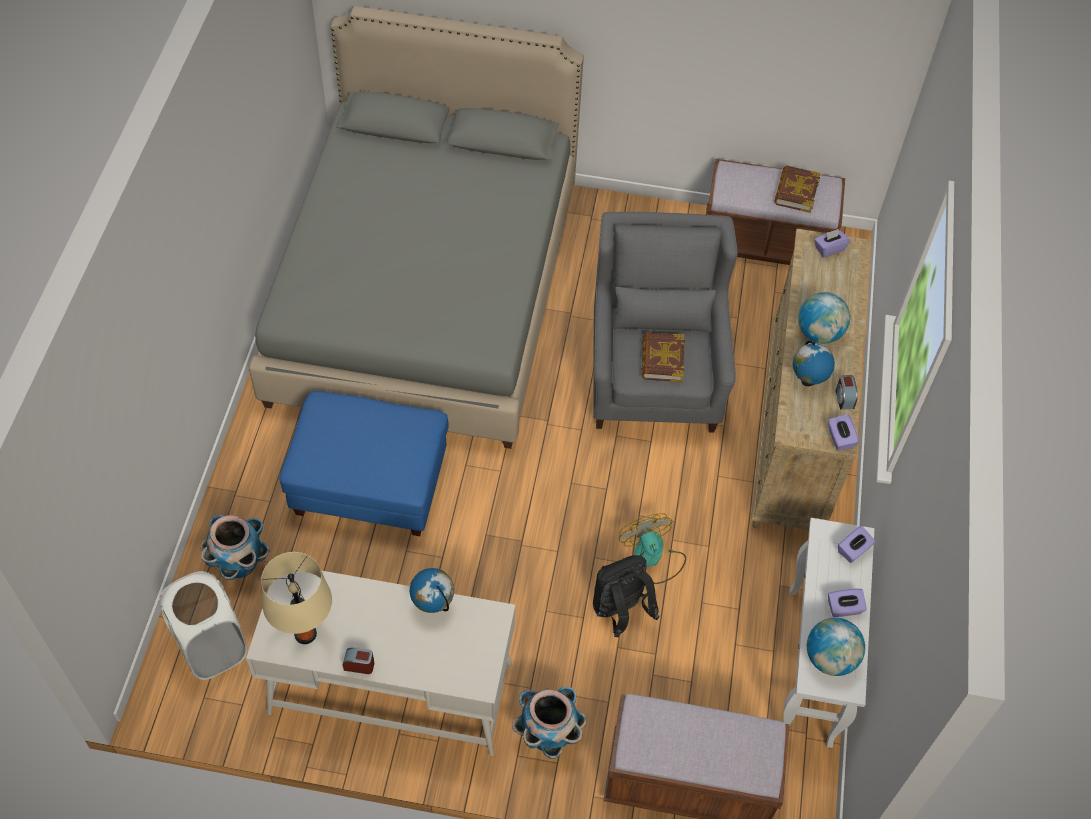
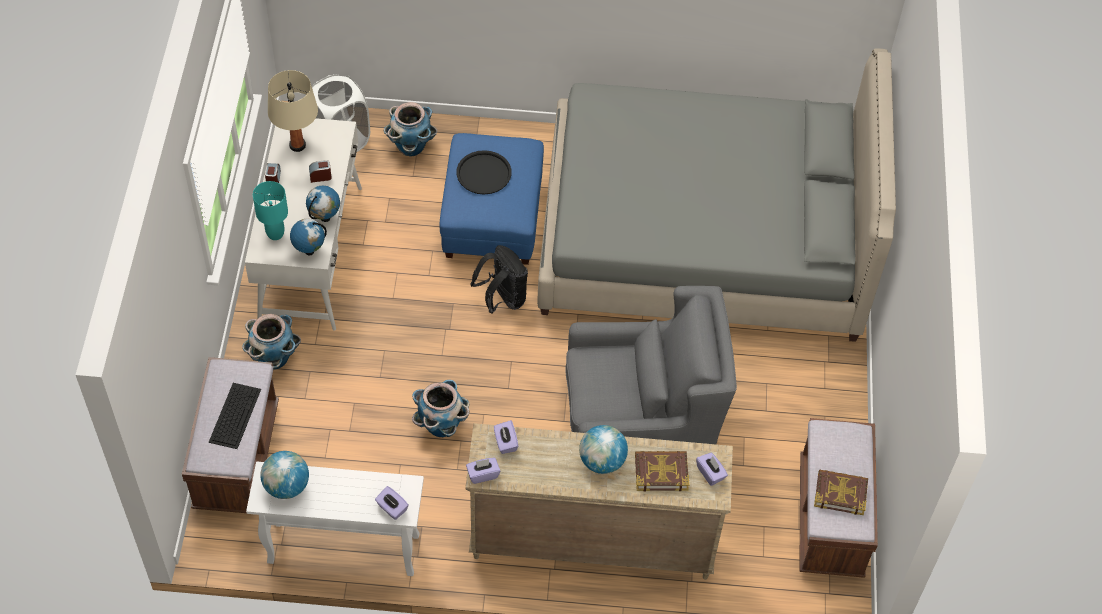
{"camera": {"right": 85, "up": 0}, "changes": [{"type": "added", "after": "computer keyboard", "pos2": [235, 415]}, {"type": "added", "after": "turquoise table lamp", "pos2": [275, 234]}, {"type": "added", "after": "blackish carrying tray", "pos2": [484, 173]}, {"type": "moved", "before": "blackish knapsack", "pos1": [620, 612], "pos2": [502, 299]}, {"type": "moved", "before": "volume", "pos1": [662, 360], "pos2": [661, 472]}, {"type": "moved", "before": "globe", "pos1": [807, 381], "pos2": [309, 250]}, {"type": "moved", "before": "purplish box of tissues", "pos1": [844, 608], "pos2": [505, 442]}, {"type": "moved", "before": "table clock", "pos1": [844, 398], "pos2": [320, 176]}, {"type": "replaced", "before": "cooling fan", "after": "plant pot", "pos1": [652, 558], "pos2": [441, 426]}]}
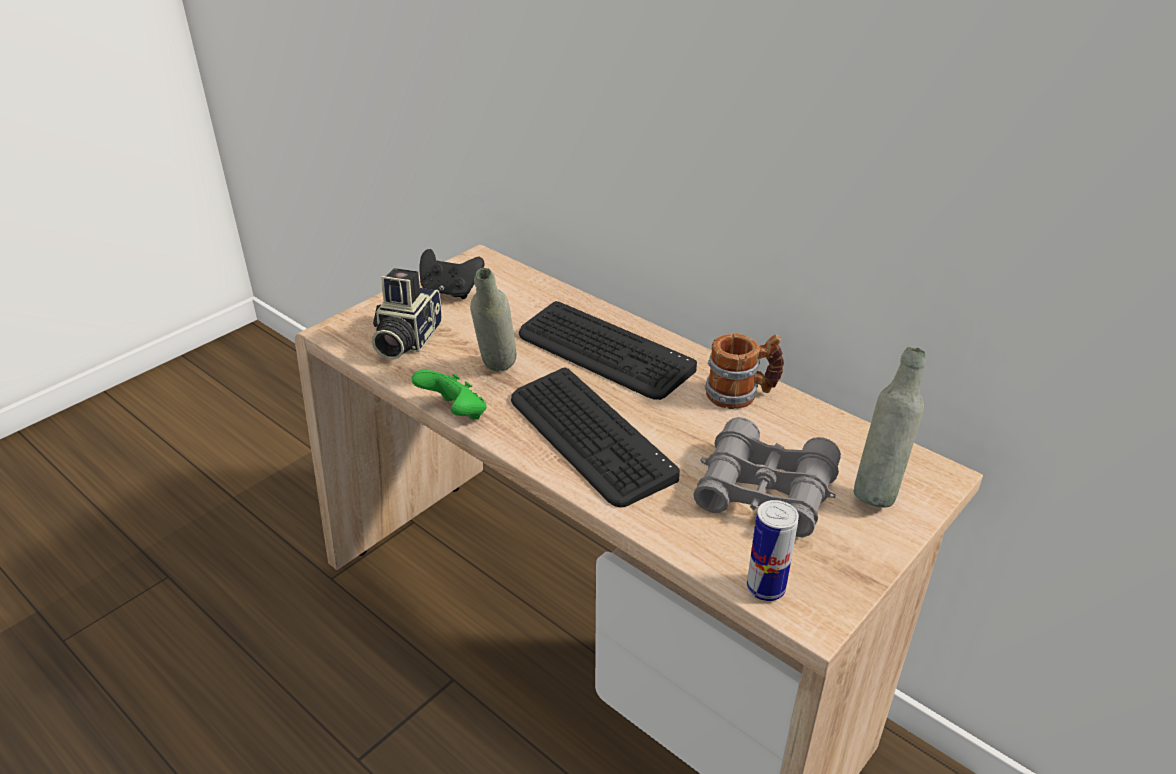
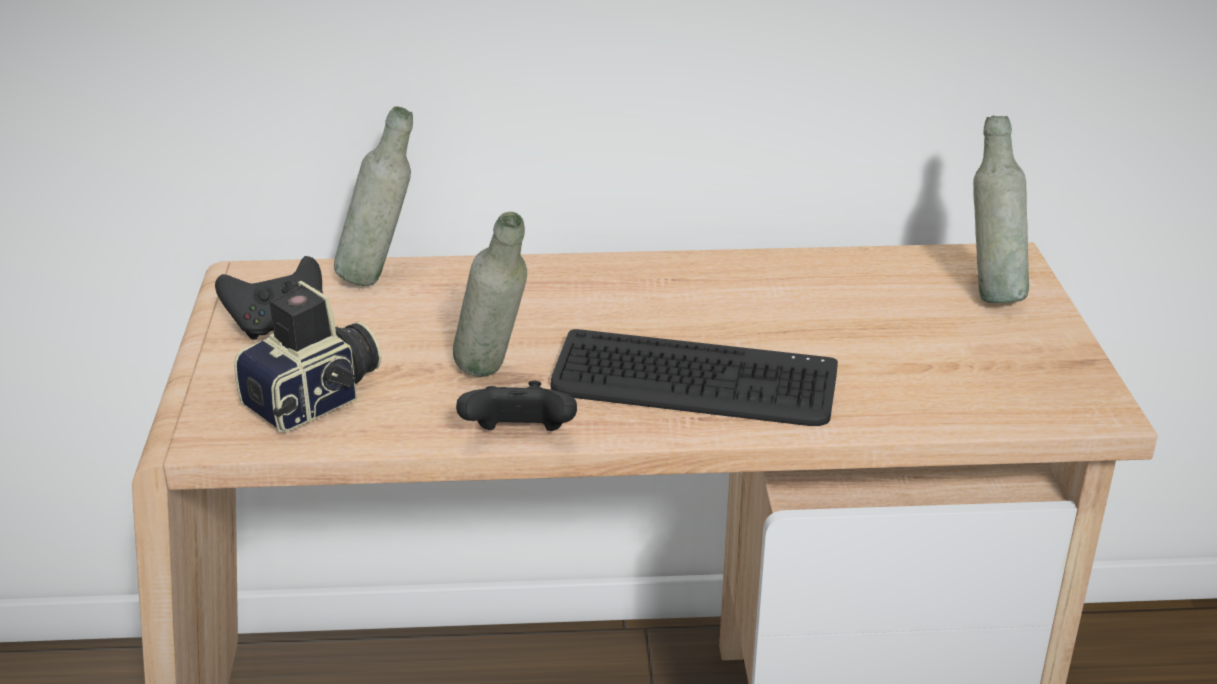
{"camera": {"right": -45, "up": -5}, "changes": [{"type": "removed", "before": "computer keyboard", "pos1": [604, 352]}, {"type": "removed", "before": "greyish field glasses", "pos1": [765, 491]}, {"type": "removed", "before": "tea mug", "pos1": [741, 394]}, {"type": "removed", "before": "sealed can", "pos1": [765, 588]}, {"type": "added", "after": "greyish beverage bottle", "pos2": [380, 277]}, {"type": "recoloured", "before": "green-coloured joypad", "after": "blackish joypad", "pos1": [455, 414], "pos2": [519, 439]}, {"type": "turned", "before": "photo camera", "pos1": [405, 340], "pos2": [317, 400], "turn": -105}]}
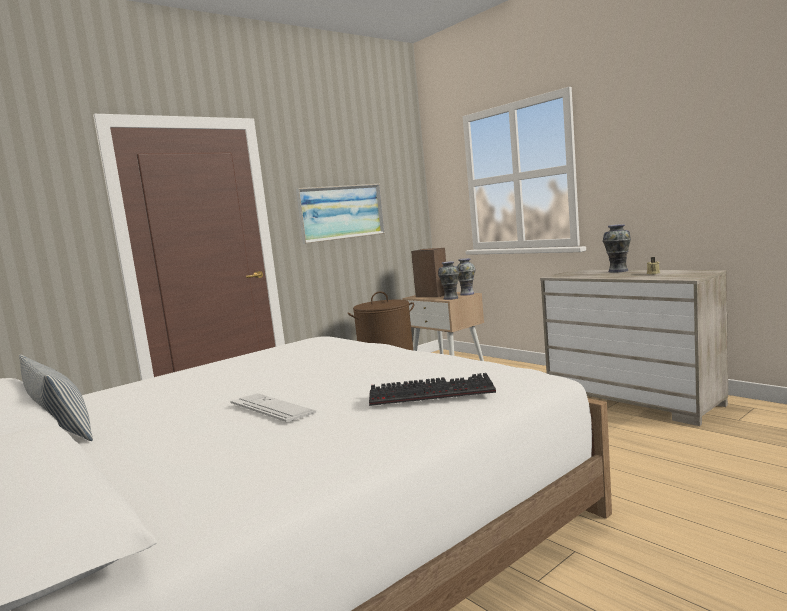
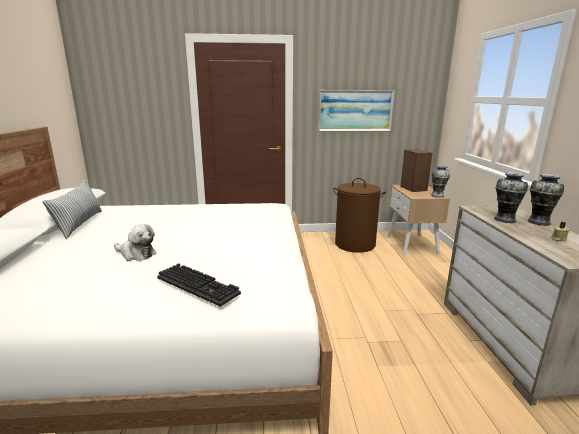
{"camera": {"right": 35, "up": 10}, "changes": [{"type": "moved", "before": "vase", "pos1": [451, 298], "pos2": [504, 220]}, {"type": "replaced", "before": "computer keyboard", "after": "cuddly toy", "pos1": [271, 408], "pos2": [136, 254]}]}
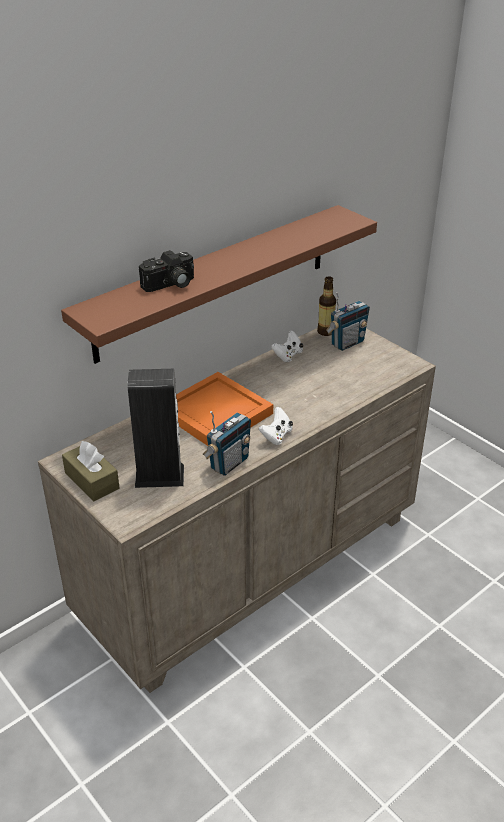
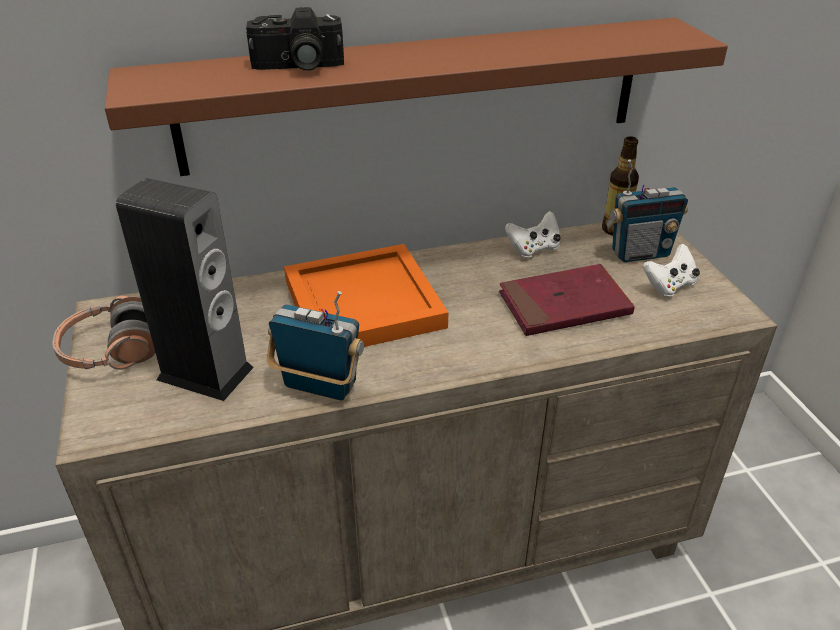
{"camera": {"right": 25, "up": 0}, "changes": [{"type": "added", "after": "red volume", "pos2": [564, 305]}, {"type": "moved", "before": "whitish joypad", "pos1": [276, 436], "pos2": [669, 286]}, {"type": "replaced", "before": "brown-coloured box of tissues", "after": "pair of headphones", "pos1": [92, 480], "pos2": [112, 350]}, {"type": "turned", "before": "radio", "pos1": [229, 463], "pos2": [319, 386], "turn": -135}]}
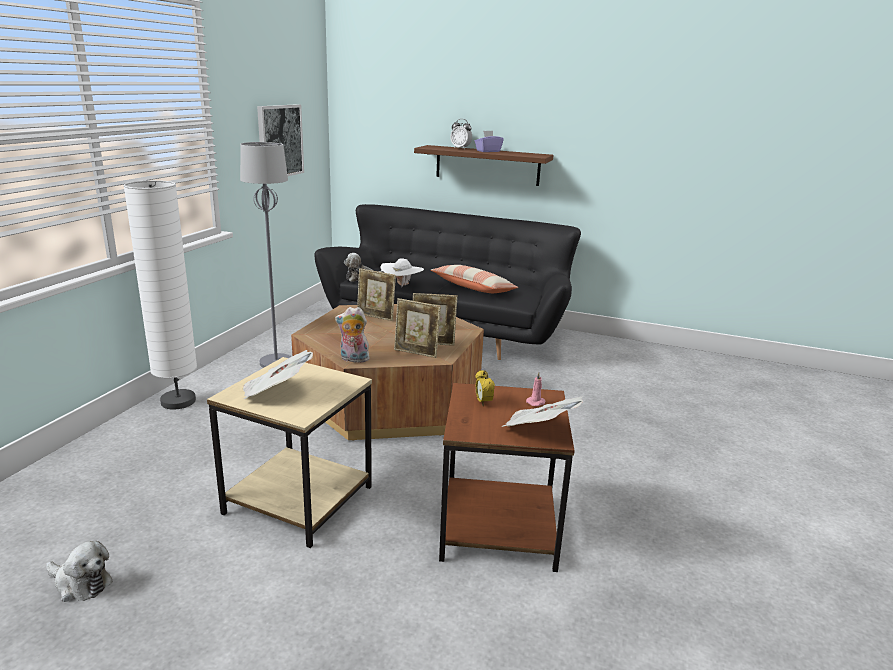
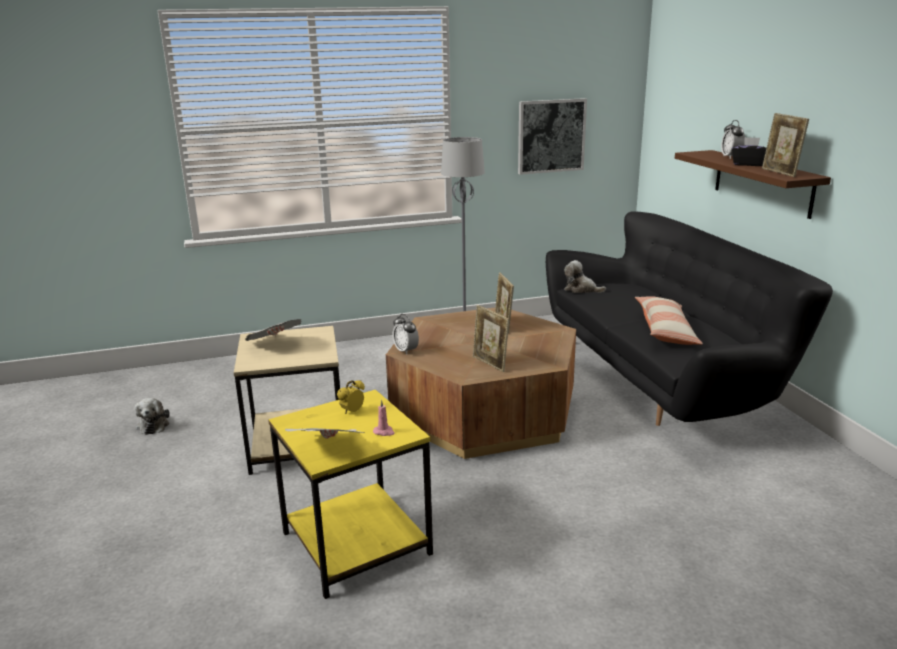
{"camera": {"right": 55, "up": 0}, "changes": [{"type": "removed", "before": "whitish floor lamp", "pos1": [178, 401]}, {"type": "removed", "before": "whitish hat", "pos1": [402, 285]}, {"type": "moved", "before": "picture frame", "pos1": [416, 353], "pos2": [780, 173]}, {"type": "replaced", "before": "cuddly toy", "after": "table clock", "pos1": [353, 359], "pos2": [406, 351]}, {"type": "recoloured", "before": "brown-coloured side table", "after": "yellow side table", "pos1": [497, 527], "pos2": [357, 541]}, {"type": "recoloured", "before": "purplish box of tissues", "after": "blackish box of tissues", "pos1": [488, 151], "pos2": [748, 164]}]}
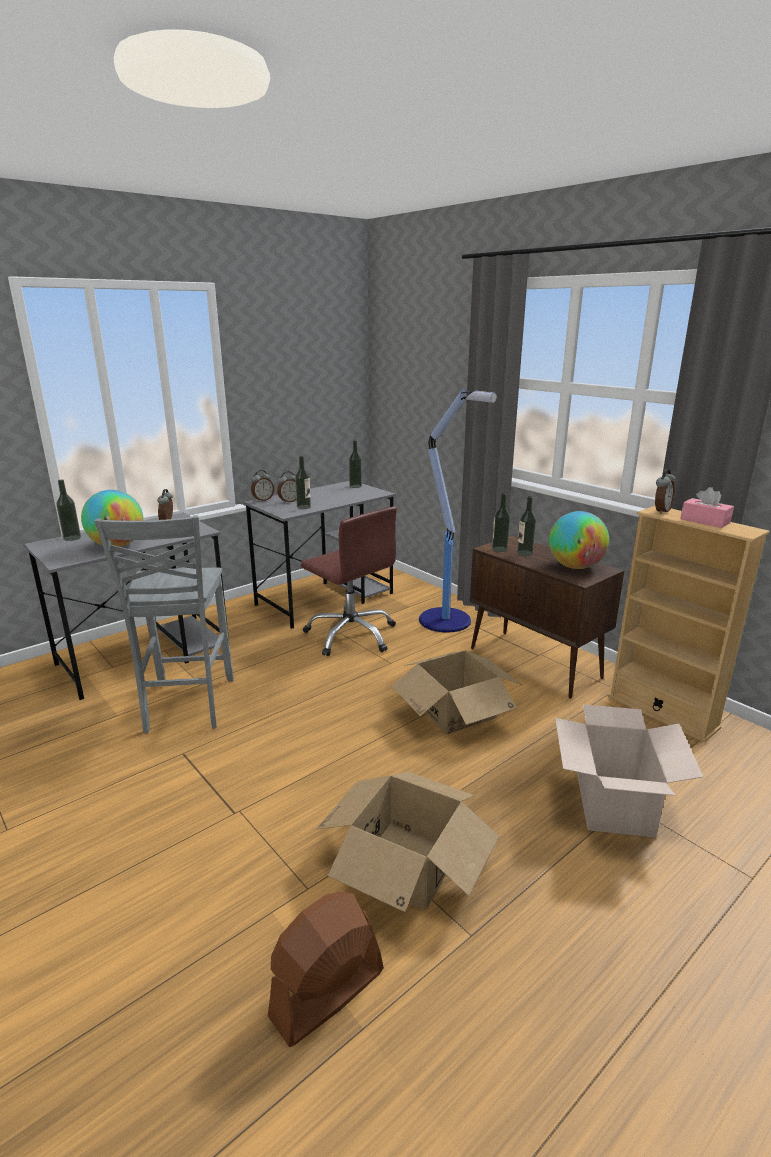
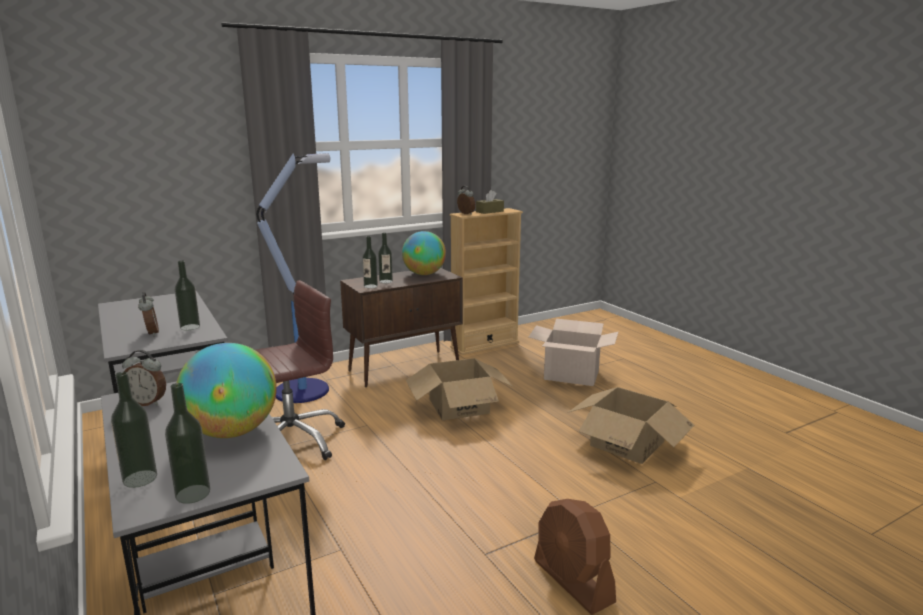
{"camera": {"right": -80, "up": -5}, "changes": [{"type": "removed", "before": "greyish chair", "pos1": [187, 706]}, {"type": "removed", "before": "table clock", "pos1": [263, 500]}, {"type": "moved", "before": "brown-coloured cooling fan", "pos1": [327, 993], "pos2": [573, 581]}, {"type": "moved", "before": "beverage bottle", "pos1": [355, 486], "pos2": [193, 494]}, {"type": "recoloured", "before": "pink box of tissues", "after": "brown-coloured box of tissues", "pos1": [705, 521], "pos2": [489, 211]}]}
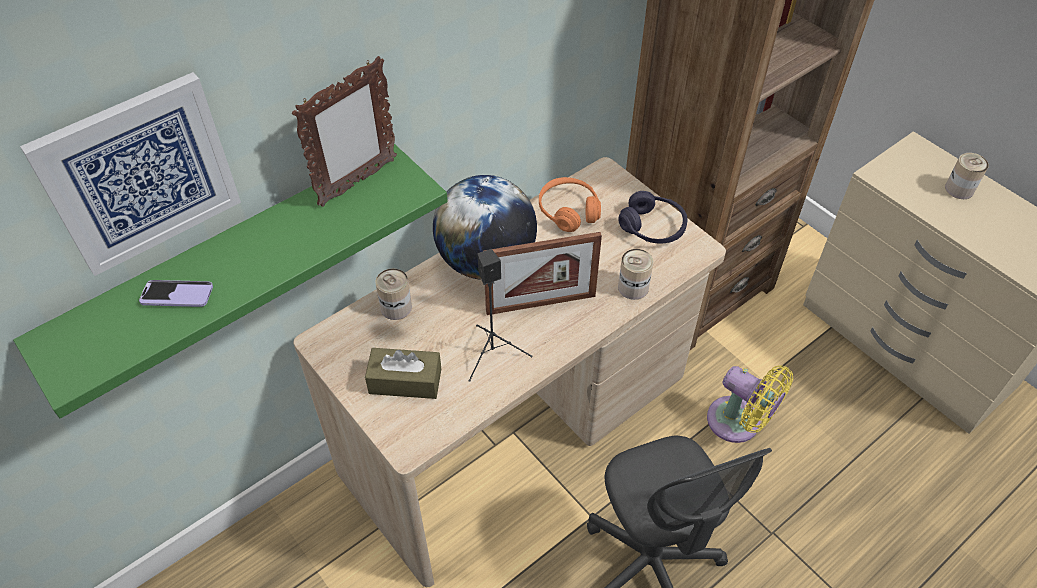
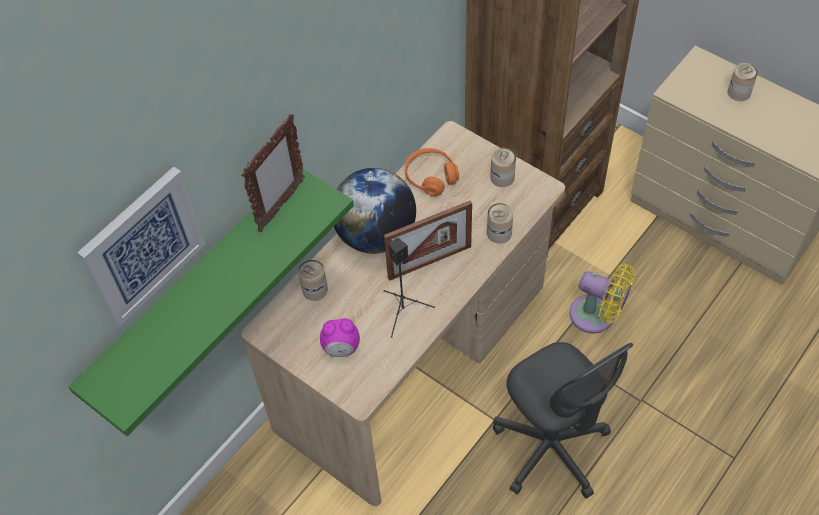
{"camera": {"right": -10, "up": 5}, "changes": [{"type": "removed", "before": "telephone", "pos1": [177, 295]}, {"type": "replaced", "before": "brown-coloured box of tissues", "after": "table clock", "pos1": [405, 381], "pos2": [341, 348]}, {"type": "replaced", "before": "purplish pair of headphones", "after": "sealed can", "pos1": [652, 227], "pos2": [502, 177]}]}
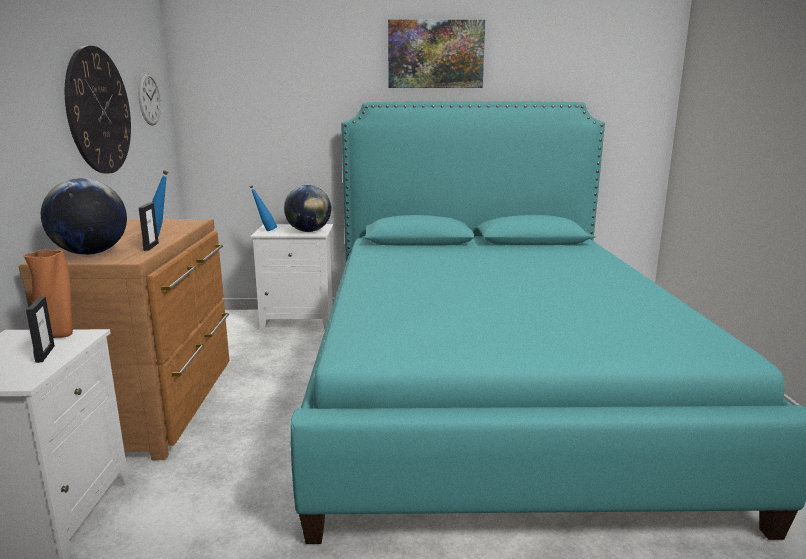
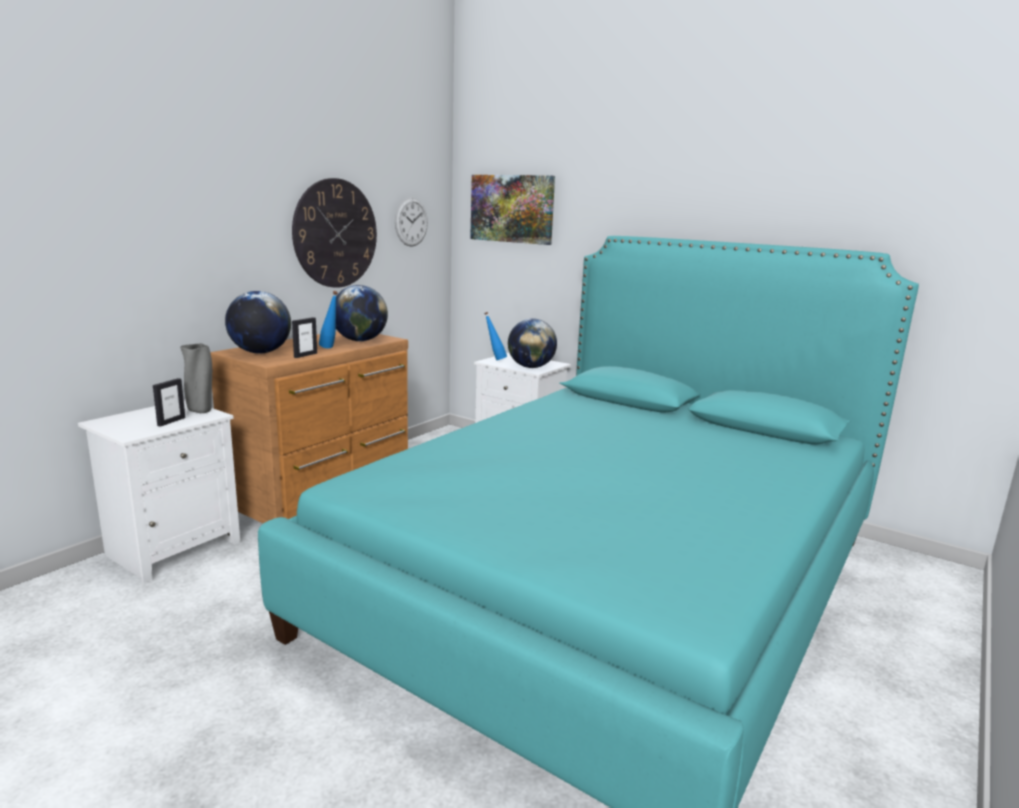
{"camera": {"right": 35, "up": 0}, "changes": [{"type": "added", "after": "globe", "pos2": [360, 340]}, {"type": "moved", "before": "picture", "pos1": [435, 54], "pos2": [512, 209]}, {"type": "recoloured", "before": "orange-coloured vase", "after": "greyish vase", "pos1": [58, 335], "pos2": [201, 411]}]}
